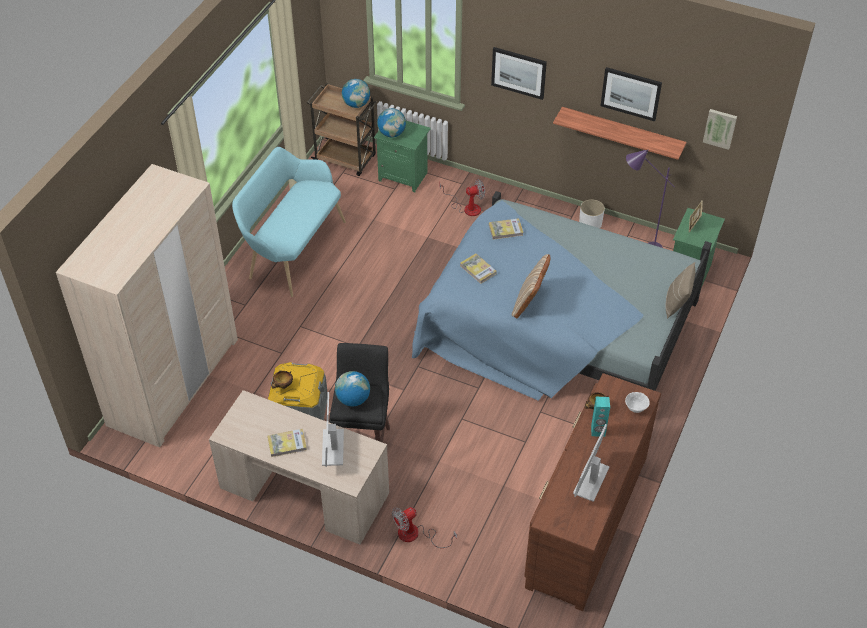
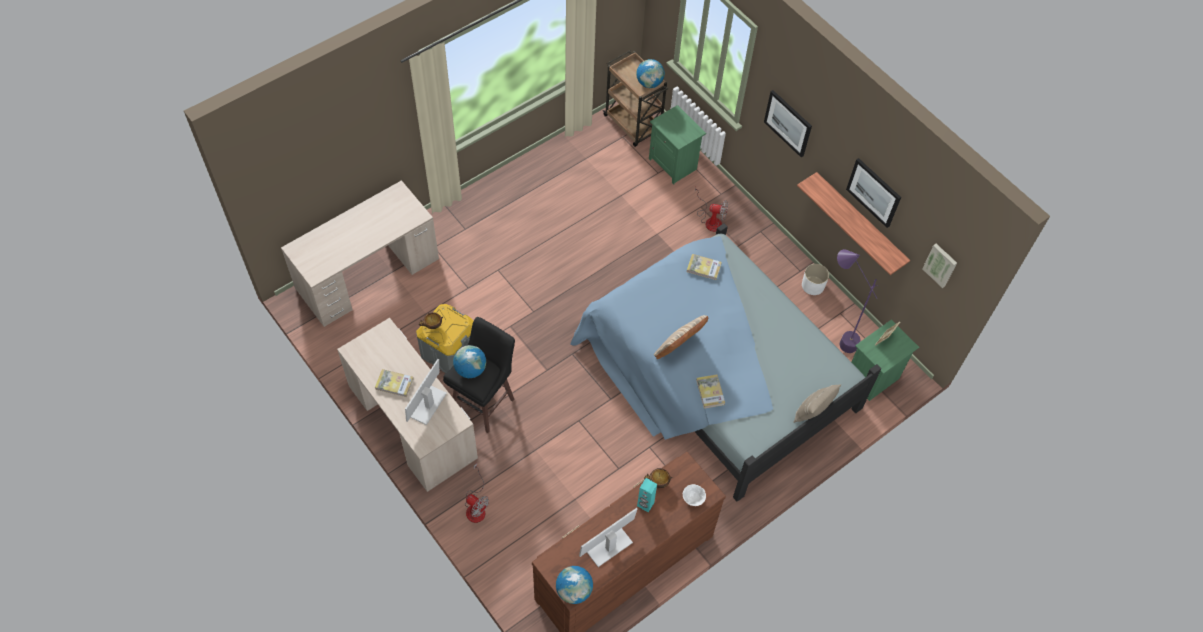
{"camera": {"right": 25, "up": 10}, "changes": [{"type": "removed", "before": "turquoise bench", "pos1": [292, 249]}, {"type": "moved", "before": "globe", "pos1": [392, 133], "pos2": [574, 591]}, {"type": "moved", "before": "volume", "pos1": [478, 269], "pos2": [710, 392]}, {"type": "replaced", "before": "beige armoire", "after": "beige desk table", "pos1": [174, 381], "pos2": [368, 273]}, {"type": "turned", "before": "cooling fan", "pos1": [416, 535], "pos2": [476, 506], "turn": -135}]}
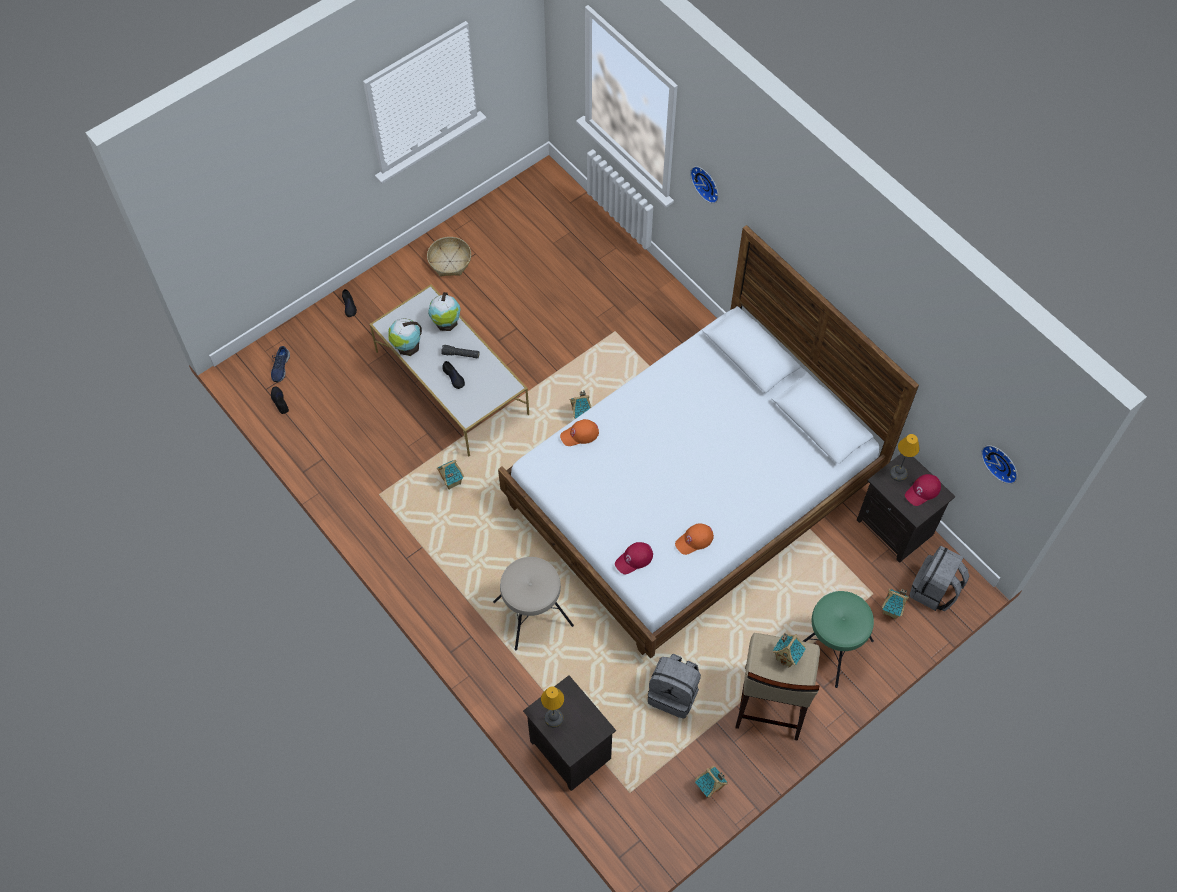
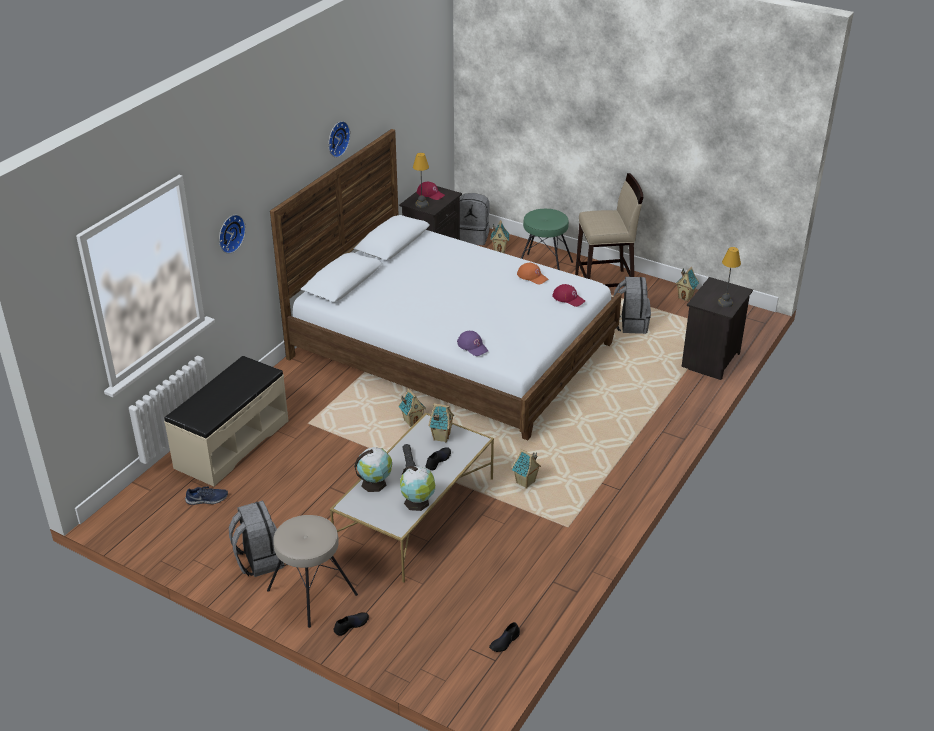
{"camera": {"right": -110, "up": -25}, "changes": [{"type": "added", "after": "beige bench", "pos2": [231, 444]}, {"type": "moved", "before": "bluish shoe", "pos1": [280, 367], "pos2": [207, 500]}, {"type": "moved", "before": "beige stool seat", "pos1": [532, 613], "pos2": [311, 593]}, {"type": "moved", "before": "toy house", "pos1": [787, 657], "pos2": [441, 437]}, {"type": "moved", "before": "hanging clock", "pos1": [1002, 462], "pos2": [336, 138]}, {"type": "replaced", "before": "storage basket", "after": "greyish knapsack", "pos1": [450, 261], "pos2": [259, 560]}, {"type": "recoloured", "before": "orange-coloured peaked cap", "after": "purplish peaked cap", "pos1": [579, 434], "pos2": [473, 346]}]}
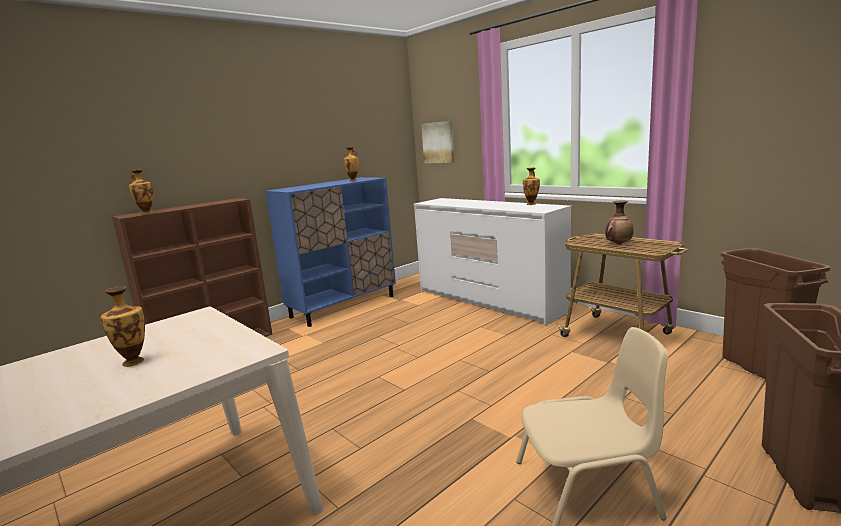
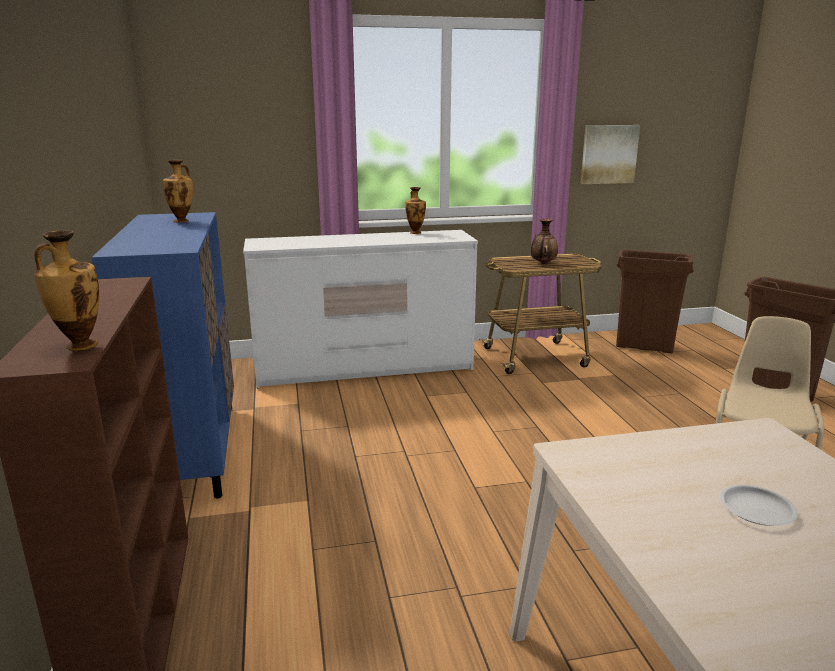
{"camera": {"right": -60, "up": 5}, "changes": [{"type": "moved", "before": "picture", "pos1": [438, 142], "pos2": [608, 154]}, {"type": "replaced", "before": "vase", "after": "whitish plate", "pos1": [134, 361], "pos2": [756, 510]}]}
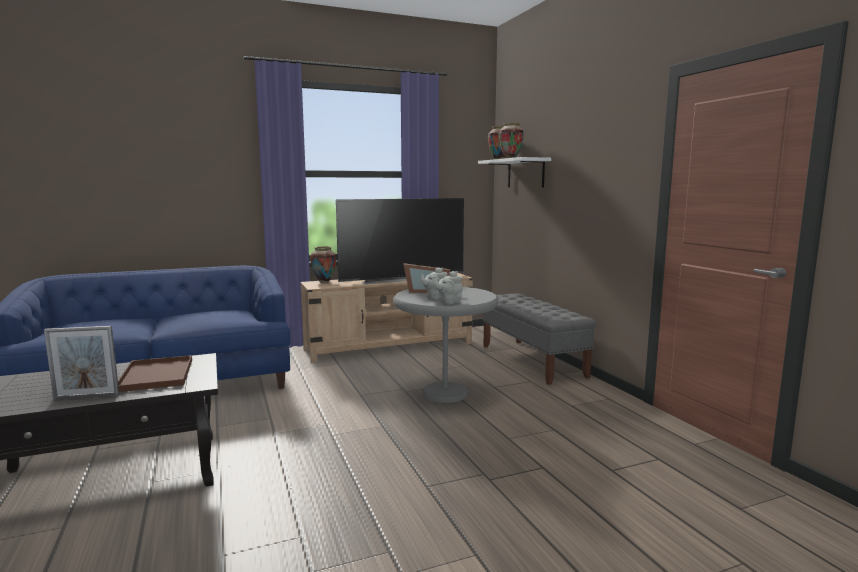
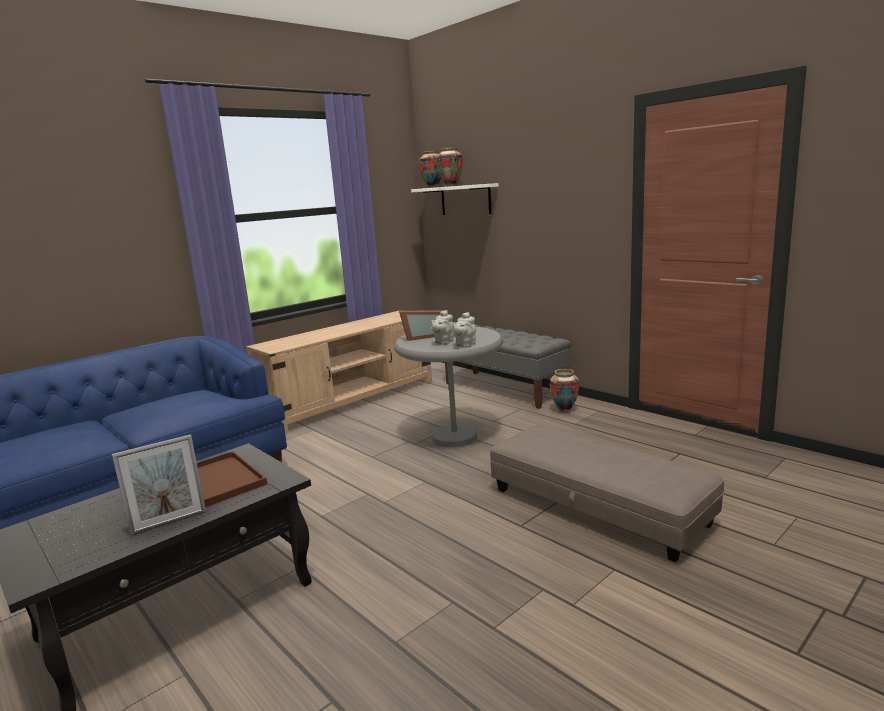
{"camera": {"right": -20, "up": 5}, "changes": [{"type": "removed", "before": "television", "pos1": [401, 279]}, {"type": "added", "after": "greyish footrest", "pos2": [597, 506]}, {"type": "moved", "before": "vase", "pos1": [324, 282], "pos2": [564, 410]}]}
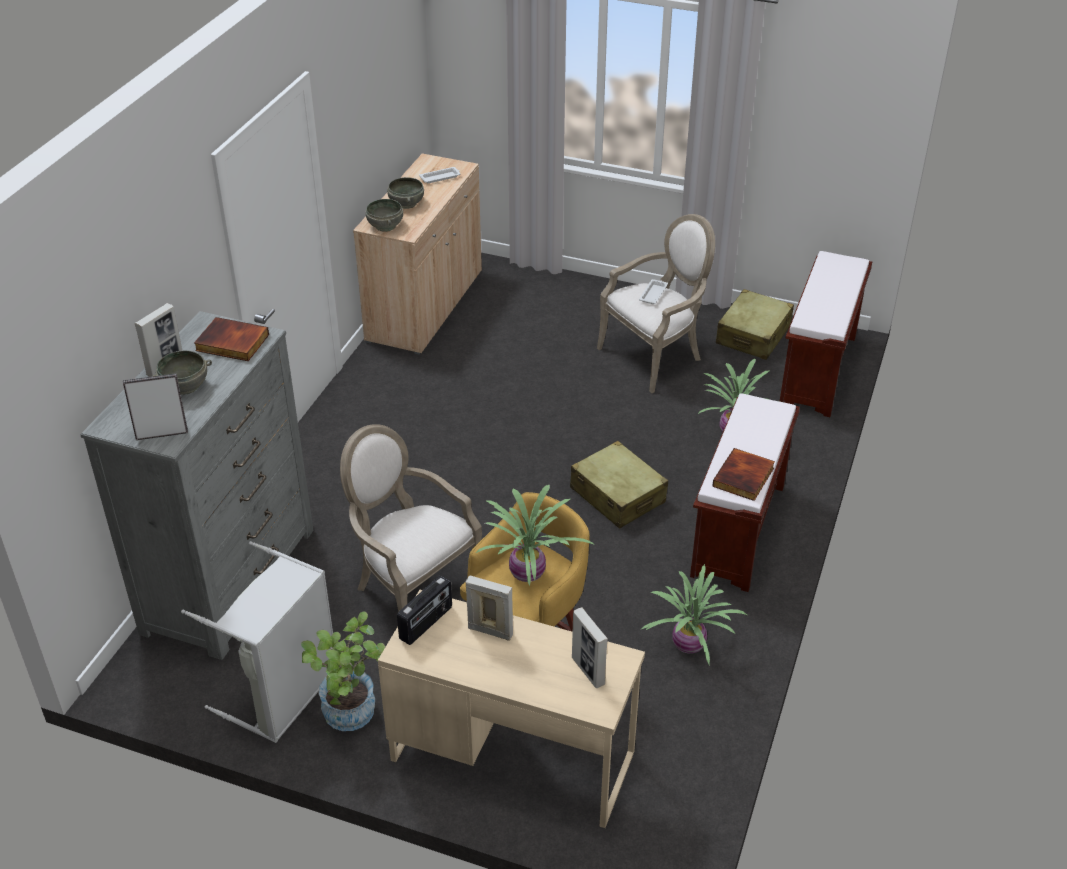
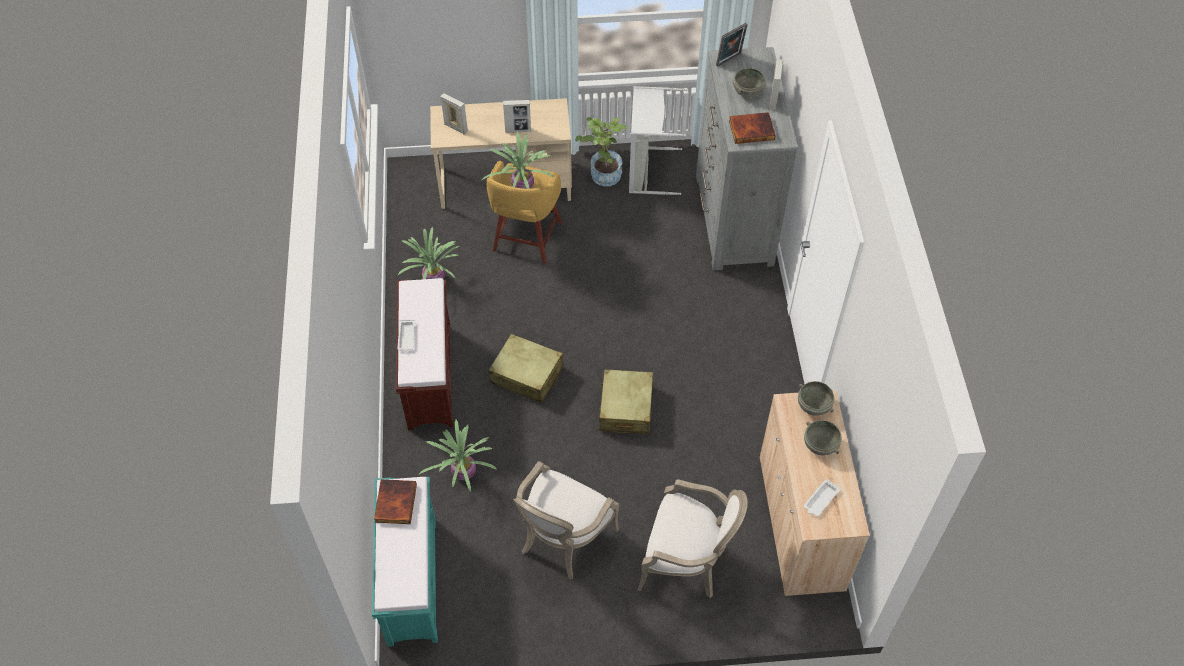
{"camera": {"right": 155, "up": 15}, "changes": [{"type": "removed", "before": "radio", "pos1": [426, 623]}, {"type": "moved", "before": "lounge chair", "pos1": [412, 588], "pos2": [687, 563]}, {"type": "moved", "before": "whitish carrying tray", "pos1": [653, 294], "pos2": [406, 337]}, {"type": "moved", "before": "volume", "pos1": [744, 478], "pos2": [394, 502]}, {"type": "moved", "before": "beige suitcase", "pos1": [753, 335], "pos2": [626, 408]}, {"type": "recoloured", "before": "brown-coloured bench", "after": "turquoise bench", "pos1": [818, 372], "pos2": [411, 579]}]}
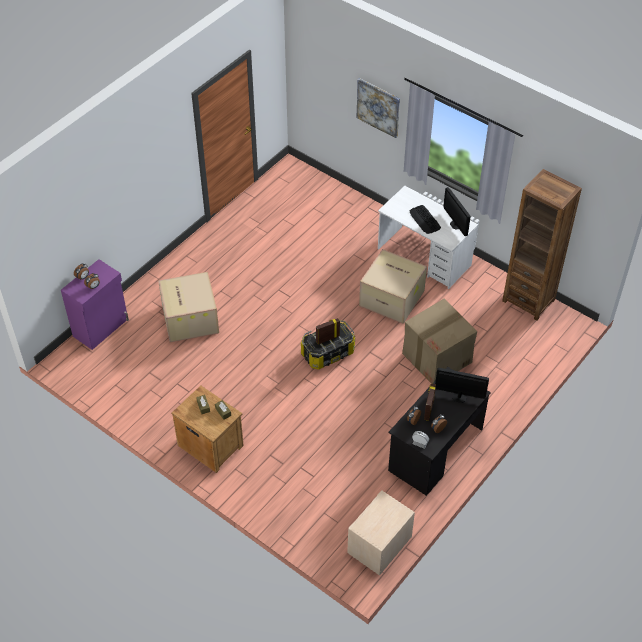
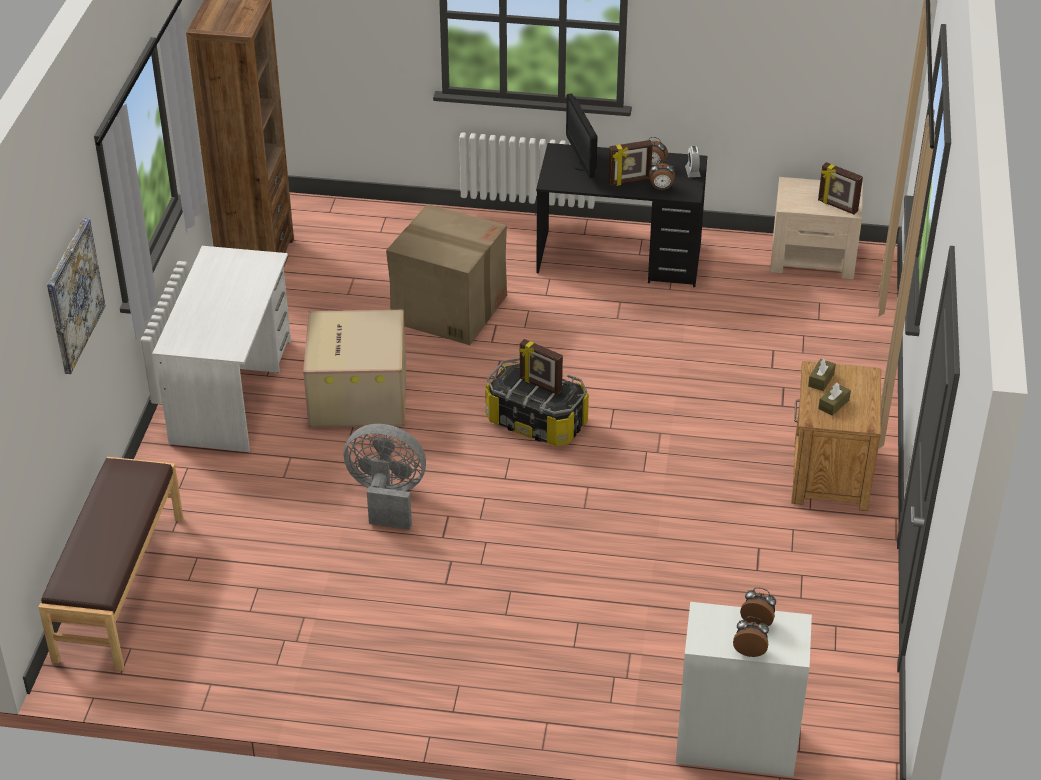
{"camera": {"right": -120, "up": -10}, "changes": [{"type": "removed", "before": "packing box", "pos1": [189, 318]}, {"type": "removed", "before": "computer keyboard", "pos1": [424, 220]}, {"type": "removed", "before": "computer display", "pos1": [456, 224]}, {"type": "added", "after": "brown-coloured bench", "pos2": [118, 587]}, {"type": "added", "after": "greyish cooling fan", "pos2": [387, 497]}, {"type": "added", "after": "picture frame", "pos2": [837, 206]}, {"type": "recoloured", "before": "purplish storage cabinet", "after": "whitish storage cabinet", "pos1": [101, 327], "pos2": [735, 743]}]}
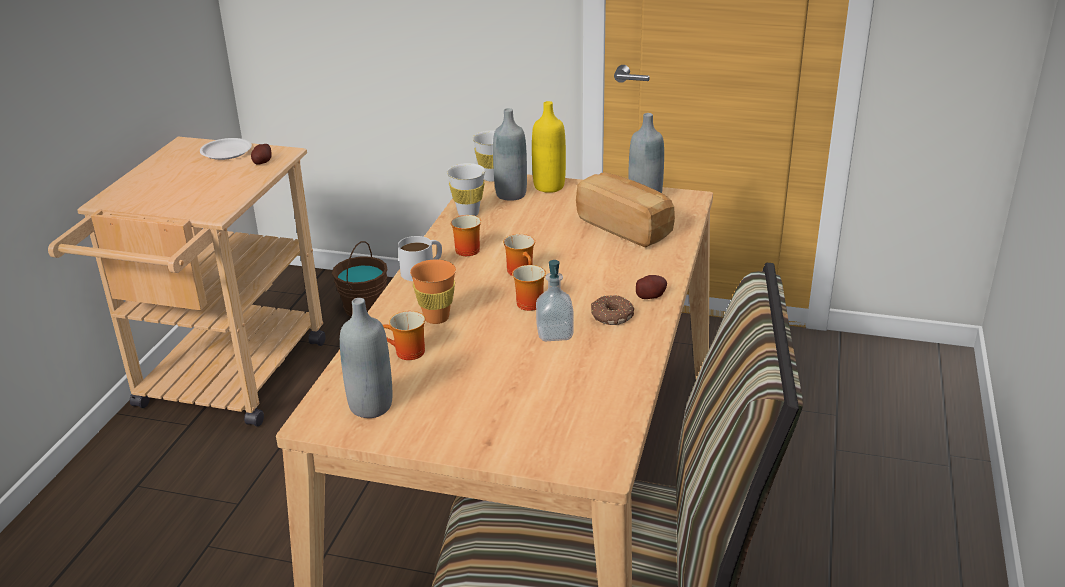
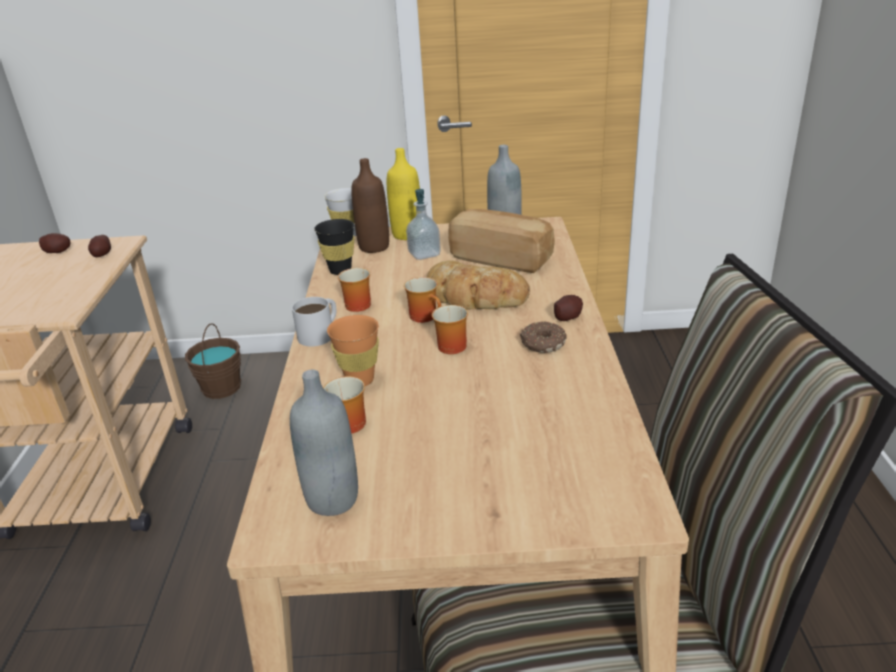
{"camera": {"right": -15, "up": 0}, "changes": [{"type": "added", "after": "bakery bread", "pos2": [474, 296]}, {"type": "moved", "before": "soap dispenser", "pos1": [554, 333], "pos2": [424, 254]}, {"type": "replaced", "before": "whitish plate", "after": "spud", "pos1": [226, 152], "pos2": [58, 251]}, {"type": "recoloured", "before": "whitish drinking cup", "after": "blackish drinking cup", "pos1": [468, 213], "pos2": [340, 270]}, {"type": "recoloured", "before": "greyish beverage bottle", "after": "brown-coloured beverage bottle", "pos1": [511, 194], "pos2": [374, 247]}]}
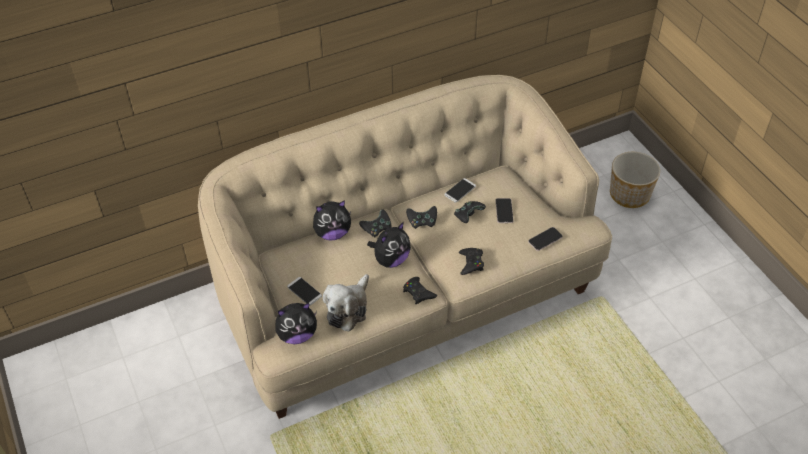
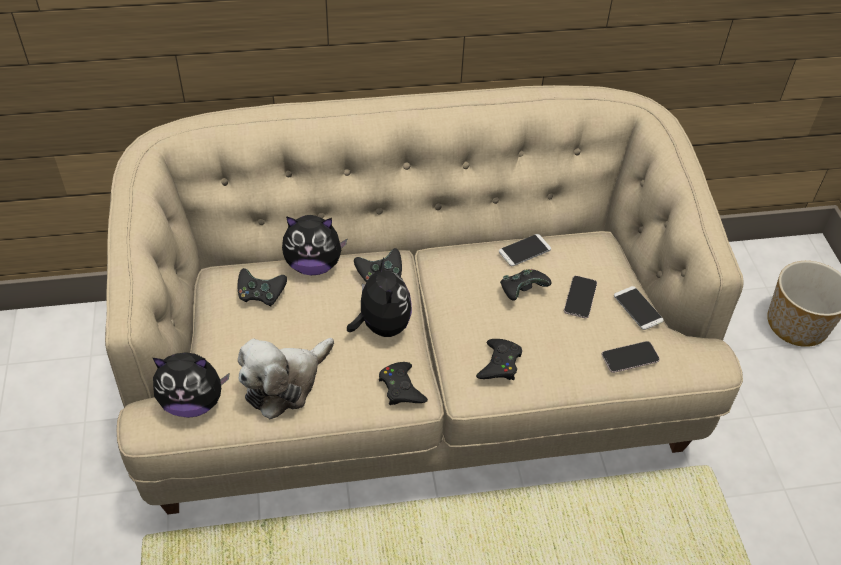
{"camera": {"right": 15, "up": 0}, "changes": [{"type": "moved", "before": "telephone", "pos1": [304, 291], "pos2": [638, 308]}, {"type": "moved", "before": "blackish joypad", "pos1": [422, 222], "pos2": [261, 295]}, {"type": "turned", "before": "cuddly toy", "pos1": [391, 259], "pos2": [381, 326], "turn": -75}]}
